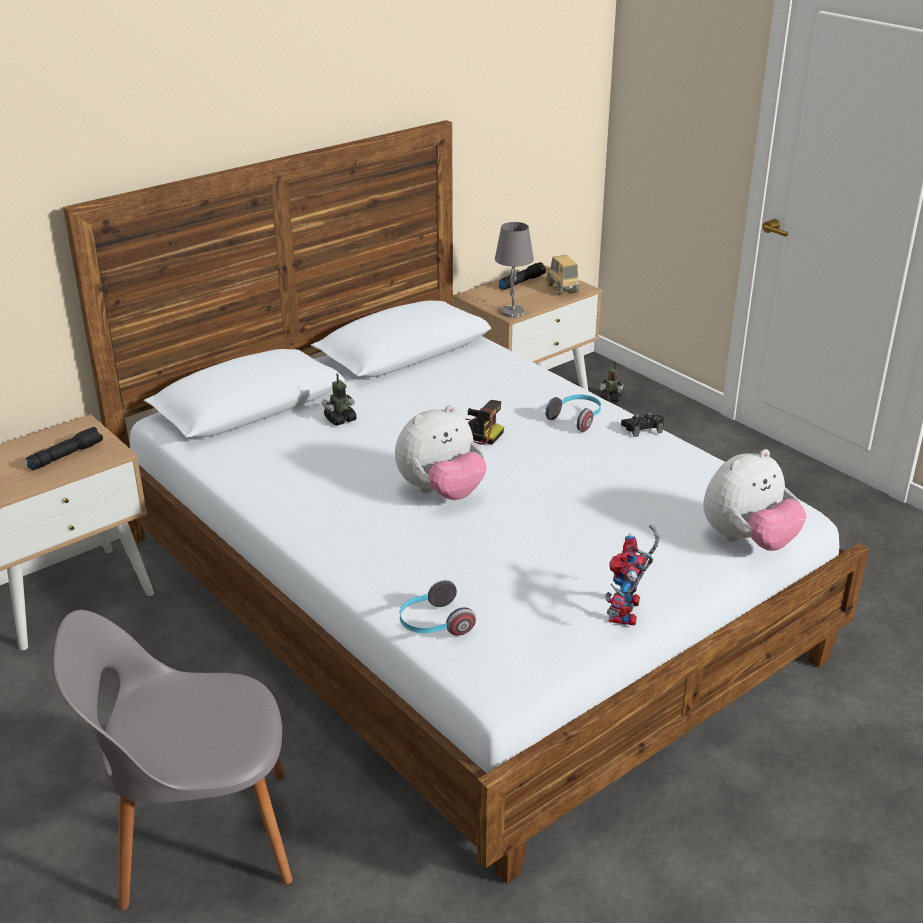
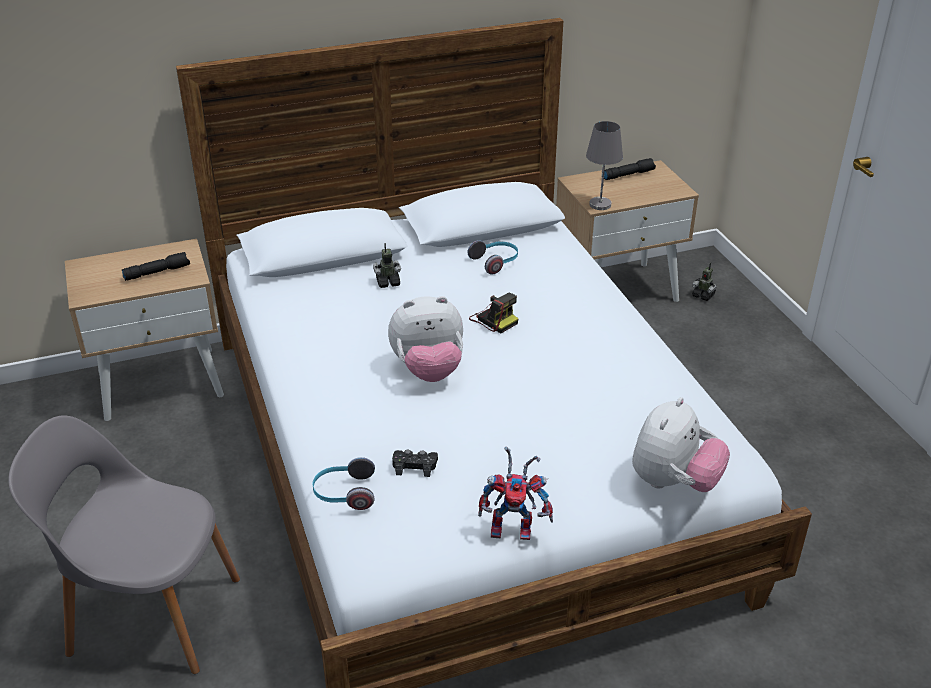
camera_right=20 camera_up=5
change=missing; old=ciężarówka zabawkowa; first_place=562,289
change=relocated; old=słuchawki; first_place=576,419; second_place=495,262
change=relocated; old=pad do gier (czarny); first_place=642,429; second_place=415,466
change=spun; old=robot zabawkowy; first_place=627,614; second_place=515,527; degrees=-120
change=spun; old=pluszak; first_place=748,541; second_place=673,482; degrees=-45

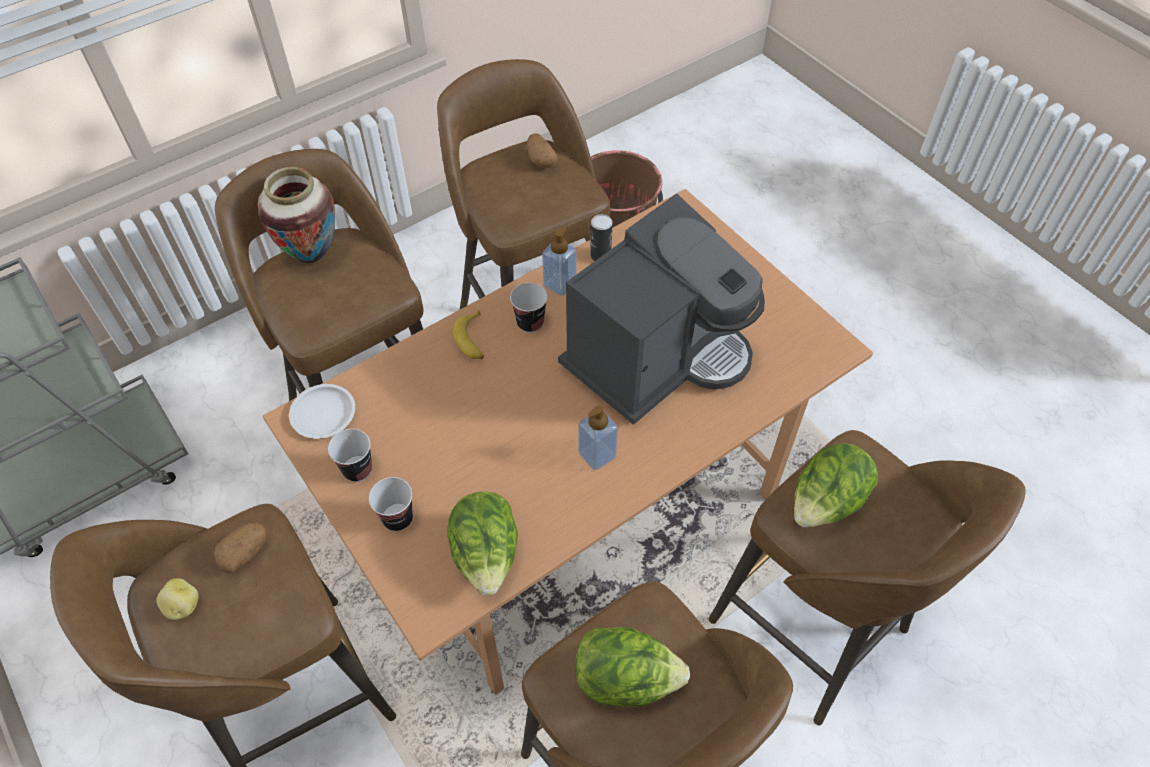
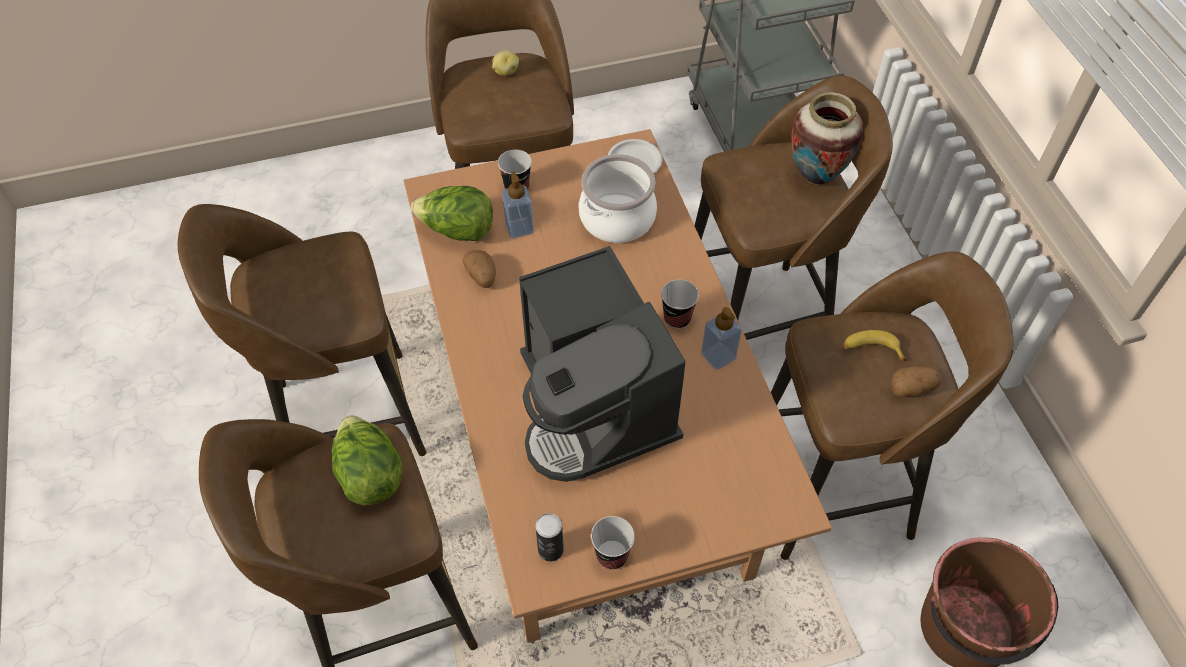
camera_right=110 camera_up=0
change=missing; old=sałata; first_place=625,679
change=appeared; new=garnek; second_place=617,219
change=relocated; old=ziemniak; first_place=245,553; second_place=482,277
change=relocated; old=filiżanka; first_place=357,469; second_place=612,555
change=relocated; old=banan; first_place=473,340; second_place=871,349
change=relocated; old=dozownik mydła; first_place=597,455; second_place=519,228
change=relocated; old=puszka; first_place=600,255; second_place=550,549

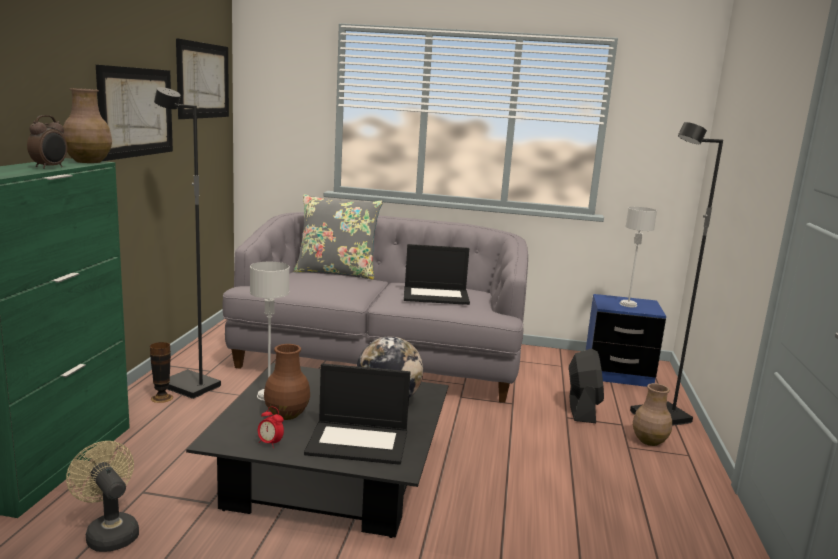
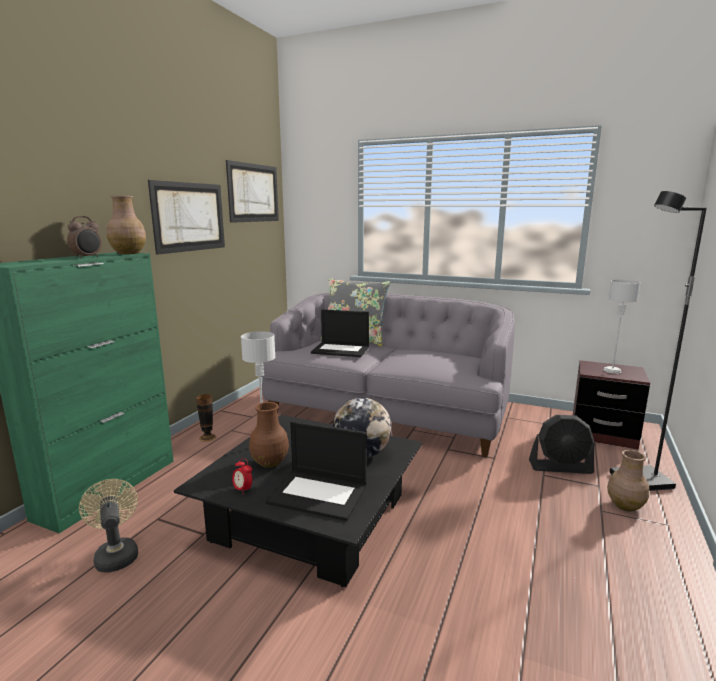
camera_right=15 camera_up=0
change=missing; old=lampa stojąca (czarny); first_place=188,387
change=relocated; old=laptop; first_place=436,295; second_place=341,350
change=colour; old=szafka nocna (niebieski); new=szafka nocna (brązowy); first_place=617,374; second_place=603,434
change=spun; old=wentylator (czarny); first_place=582,409; second_place=560,467; degrees=75

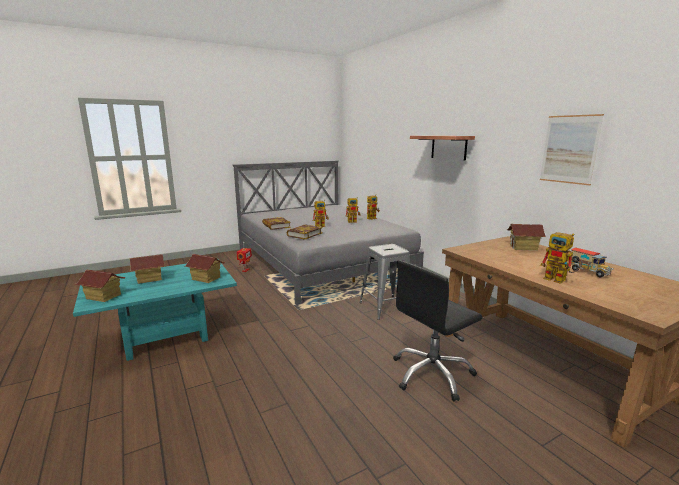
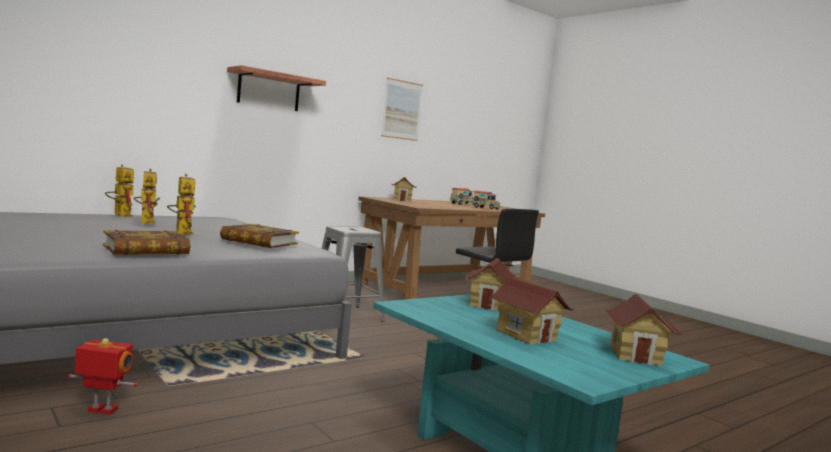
camera_right=-100 camera_up=-10
change=exchanged; old=robot zabawkowy; new=ciężarówka zabawkowa; first_place=559,280; second_place=485,208

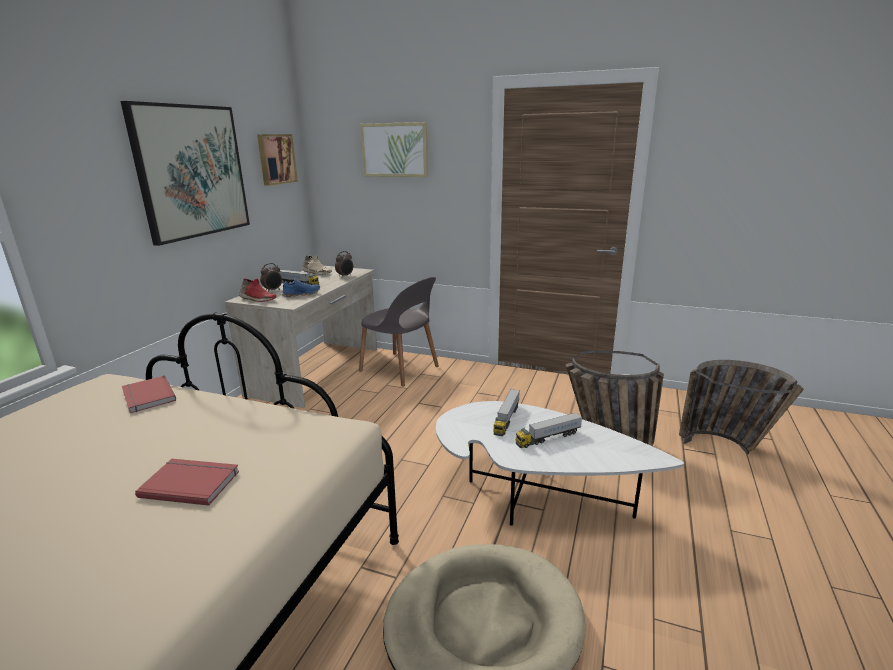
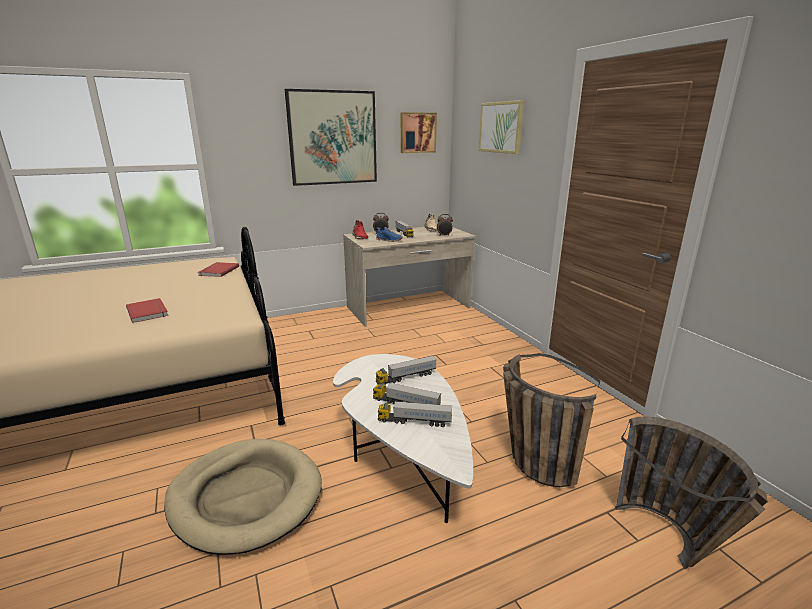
camera_right=45 camera_up=0
change=missing; old=krzesło (szary); first_place=400,369
change=appeared; new=ciężarówka zabawkowa; second_place=414,421

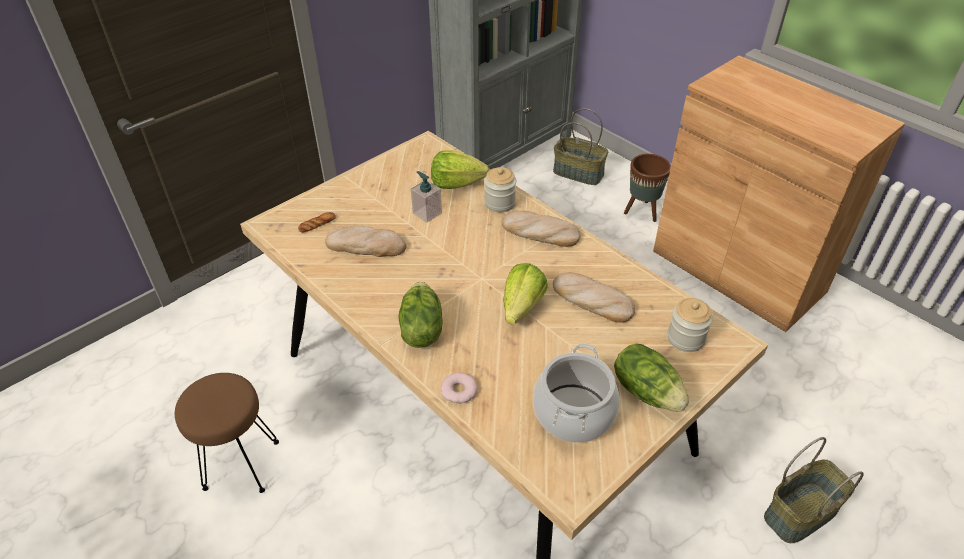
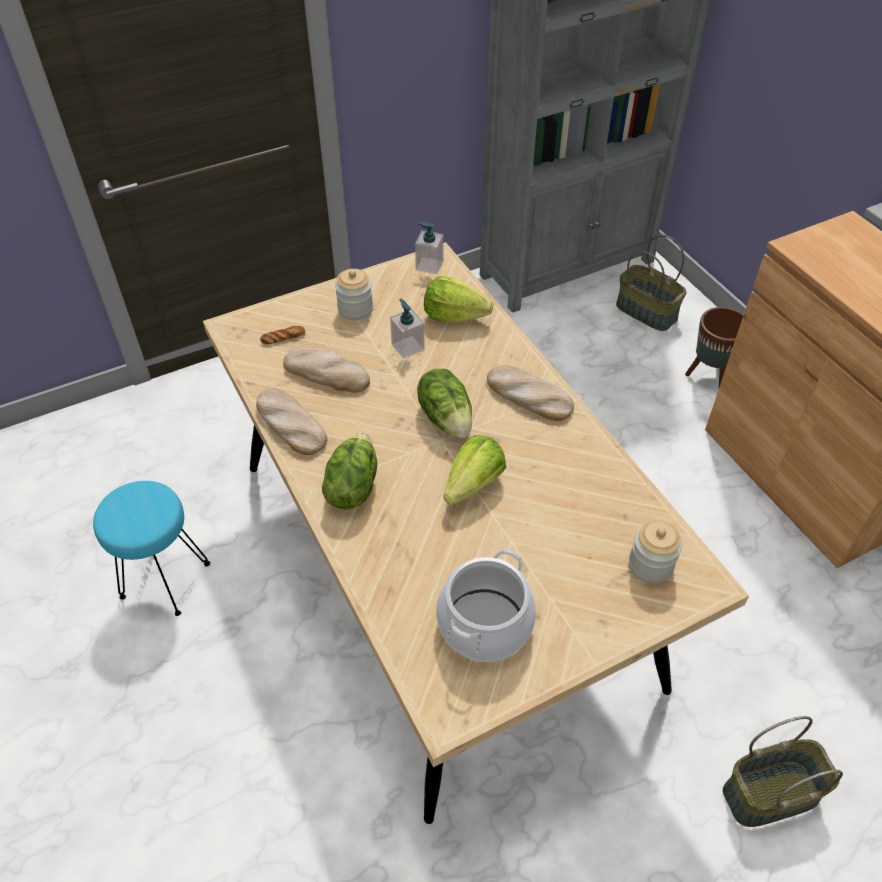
camera_right=15 camera_up=5
change=missing; old=donut; first_place=459,391
change=appeared; new=dozownik mydła; second_place=429,265
change=relocated; old=słoik; first_place=500,203; second_place=355,309
change=relocated; old=chleb; first_place=591,300; second_place=290,424
change=relocated; old=sałata; first_place=647,391; second_place=446,417
change=colour; old=stołek (brązowy); new=stołek (turkusowy); first_place=240,464; second_place=164,579

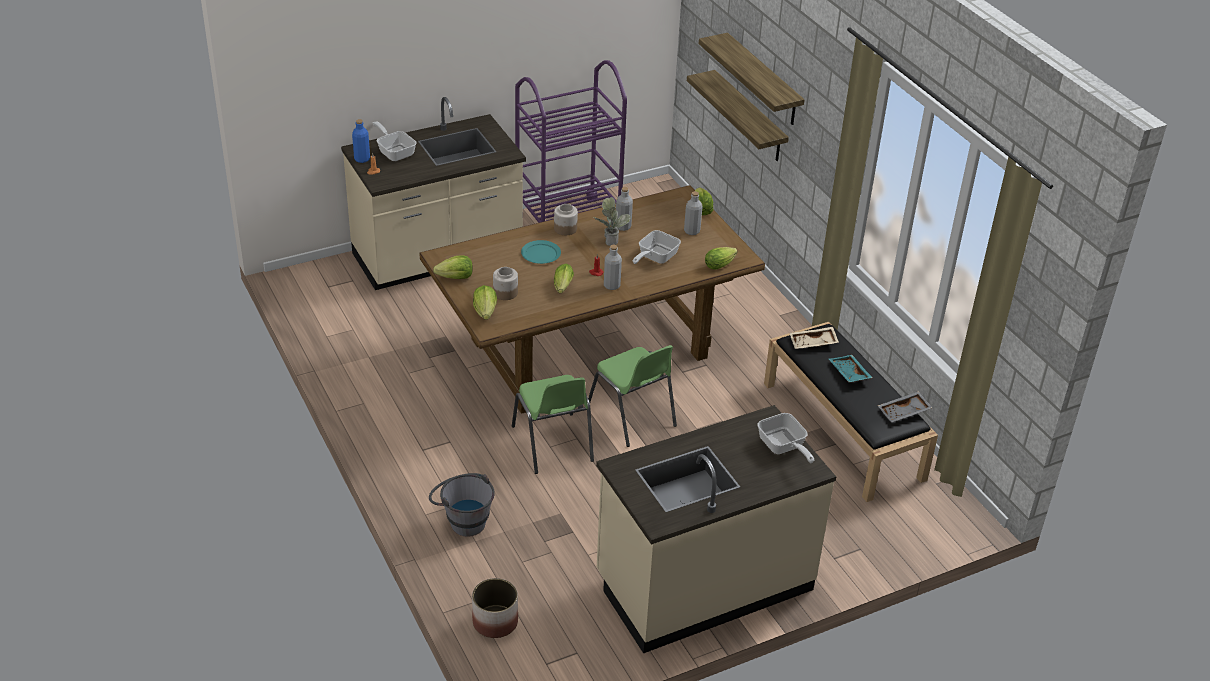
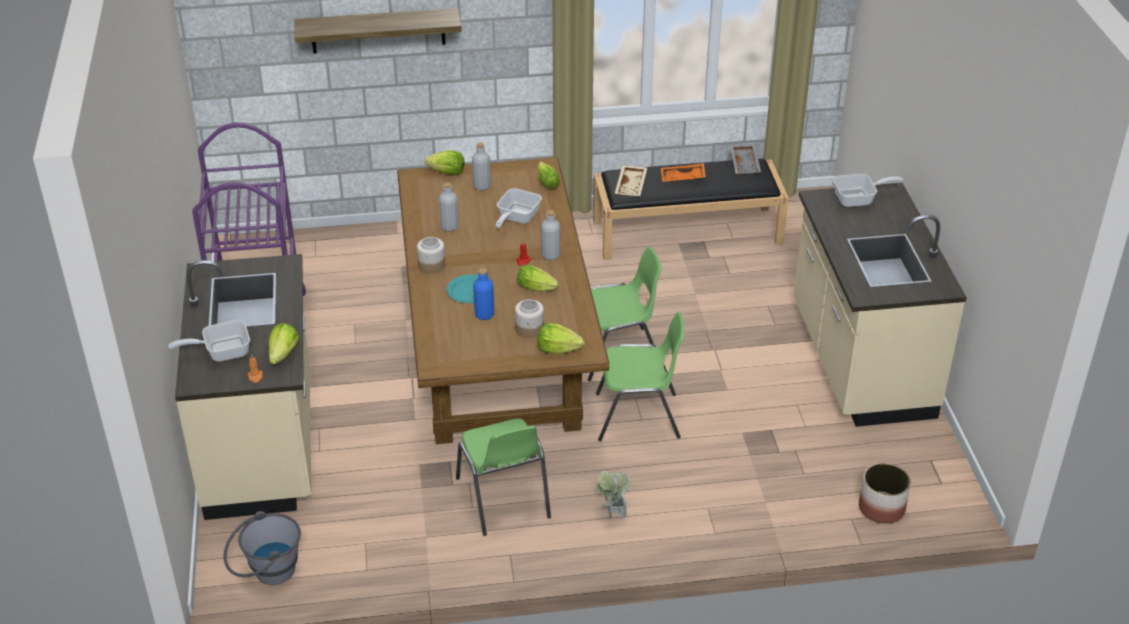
camera_right=-70 camera_up=0
change=missing; old=półka; first_place=749,117
change=appeared; new=krzesło (zielony); second_place=503,499
change=relocated; old=butelka (niebieski); first_place=362,159; second_place=484,314
change=relocated; old=wiadro (szary); first_place=462,520; second_place=266,573
change=relocated; old=sałata; first_place=455,277; second_place=283,354
change=relocated; old=roślina doniczkowa; first_place=610,239; second_place=613,513
change=colour; old=taca (turkusowy); new=taca (pomarańczowy); first_place=848,373; second_place=682,178
change=spun; old=patelnia; first_place=655,258; second_place=516,218; degrees=60

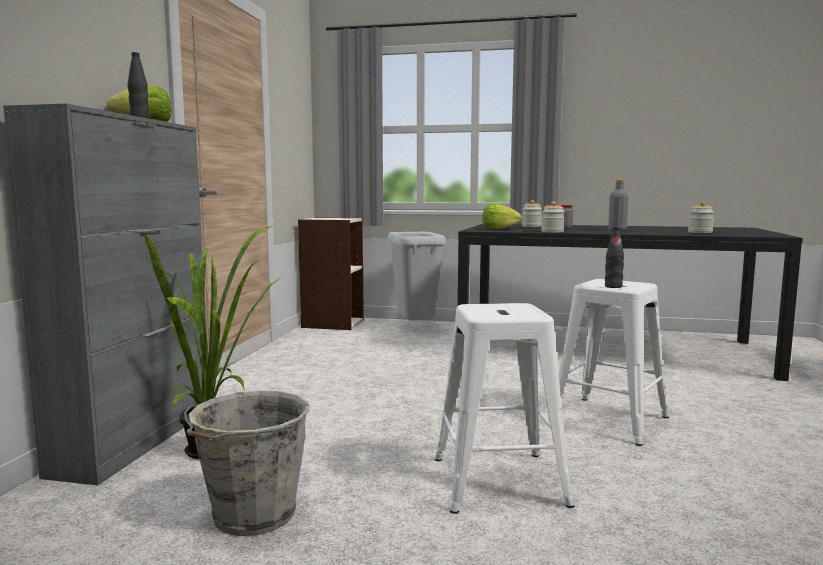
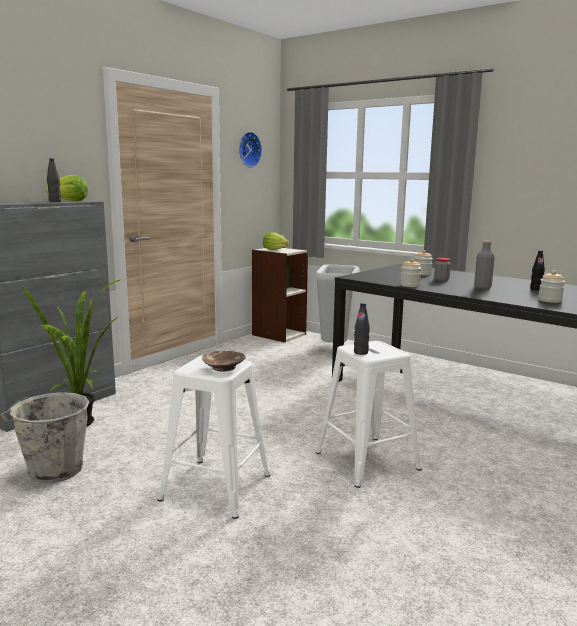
camera_right=25 camera_up=5
change=appeared; new=miska (brązowy); second_place=224,367
change=appeared; new=zegar ścienny; second_place=248,149
change=appeared; new=butelka (czarny); second_place=536,289
change=relocated; old=sałata; first_place=499,229; second_place=275,249

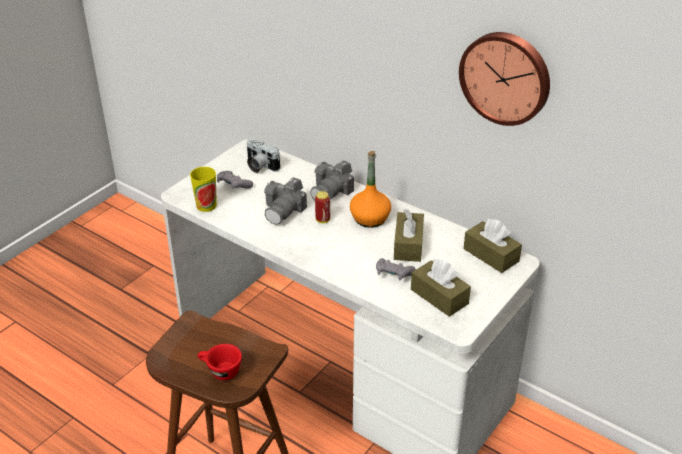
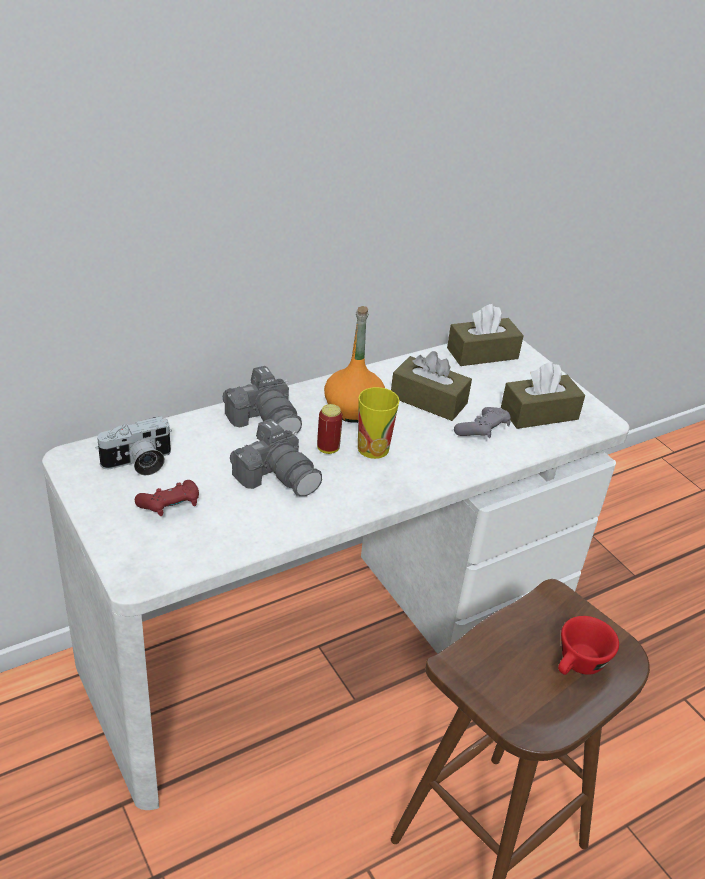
camera_right=-70 camera_up=0
change=missing; old=zegar ścienny; first_place=506,77
change=relocated; old=filiżanka; first_place=206,205; second_place=373,448
change=colour; old=pad do gier (szary); new=pad do gier (czerwony); first_place=233,186; second_place=170,507

